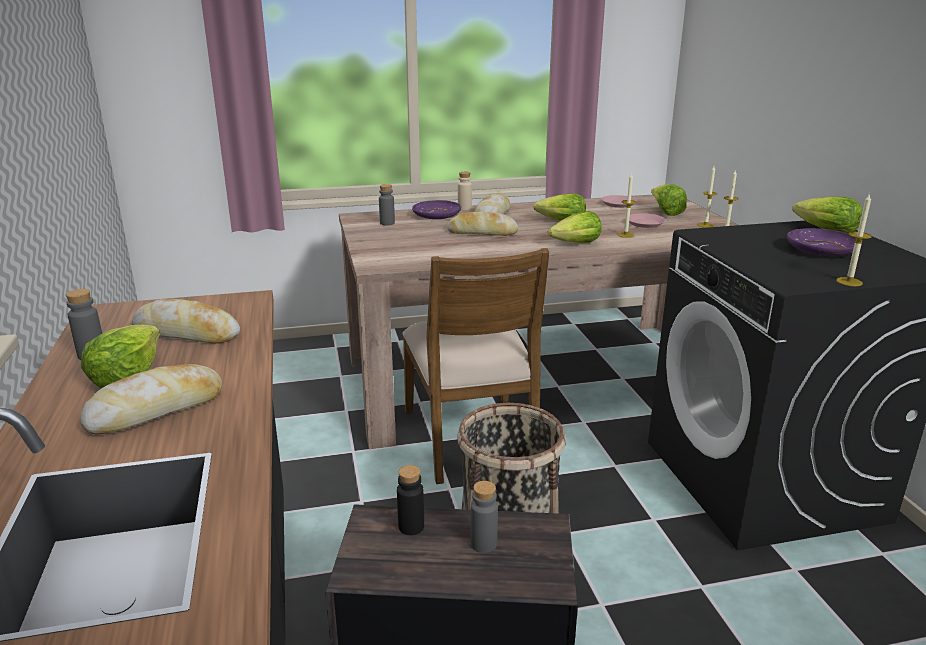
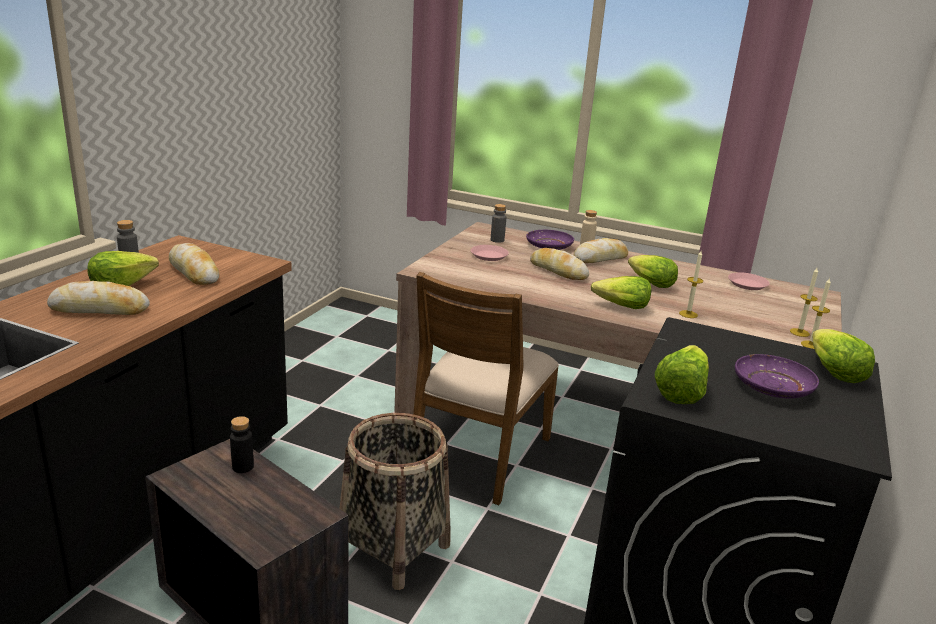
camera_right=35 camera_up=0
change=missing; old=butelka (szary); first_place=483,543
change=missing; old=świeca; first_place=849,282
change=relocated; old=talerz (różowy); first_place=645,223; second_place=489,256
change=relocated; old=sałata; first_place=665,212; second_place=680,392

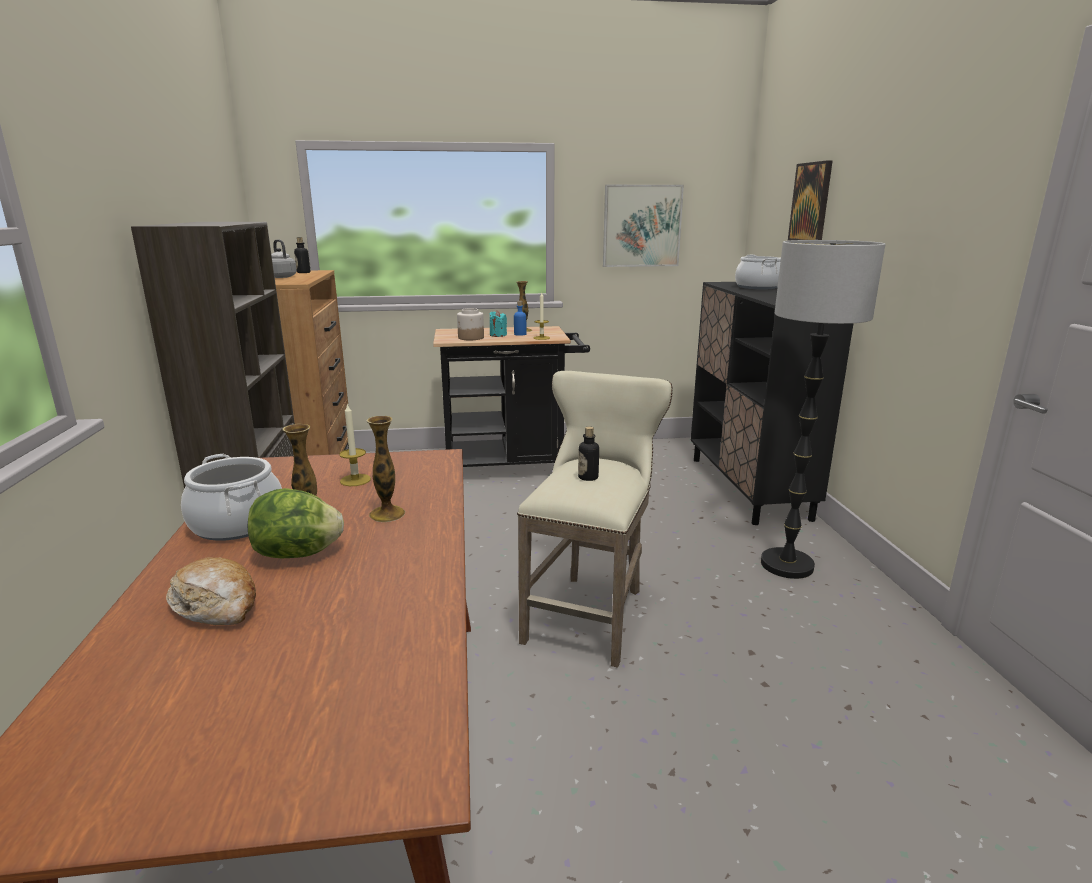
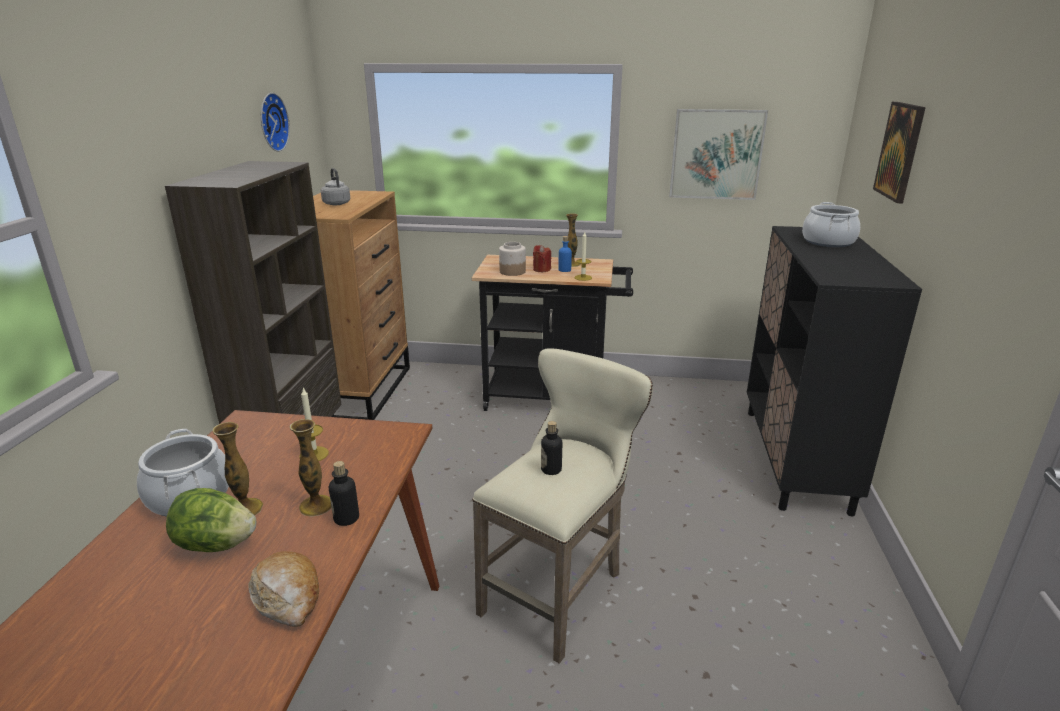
camera_right=15 camera_up=5
change=missing; old=lampa stojąca; first_place=787,565
change=appeared; new=zegar ścienny; second_place=271,122
change=relocated; old=chleb; first_place=217,605; second_place=288,597
change=relocated; old=butelka; first_place=303,272; second_place=346,518
change=colour; old=świeca (turkusowy); new=świeca (czerwony); first_place=498,335; second_place=541,269

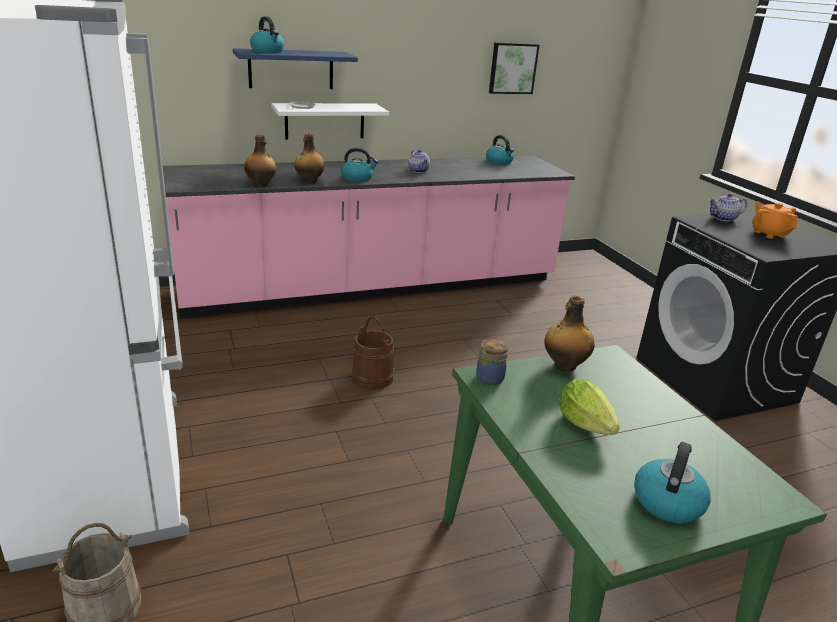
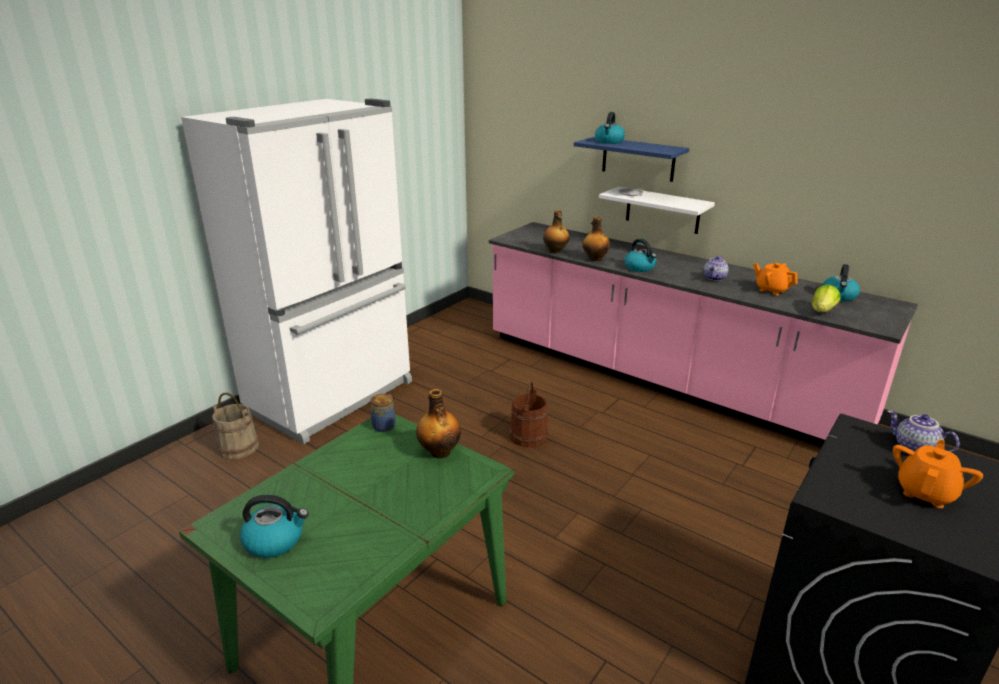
camera_right=60 camera_up=0
change=missing; old=obraz; first_place=512,68
change=appeared; new=imbryk (pomarańczowy); second_place=771,290
change=relocated; old=sałata; first_place=584,424; second_place=822,311

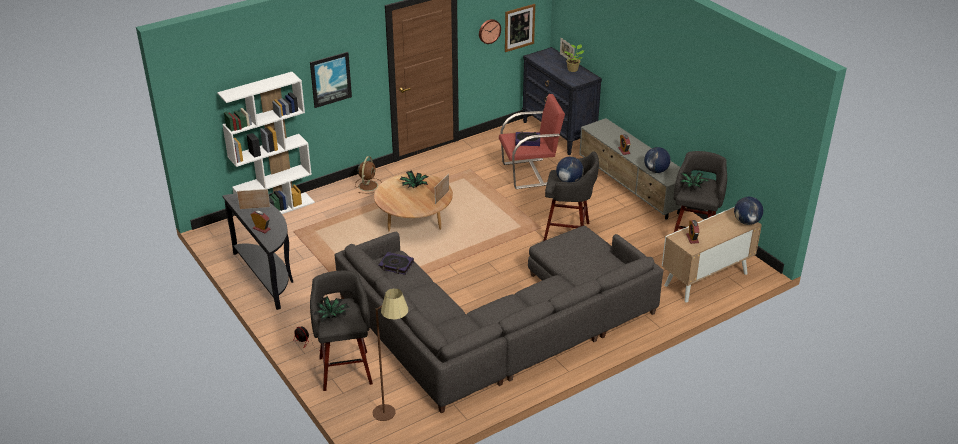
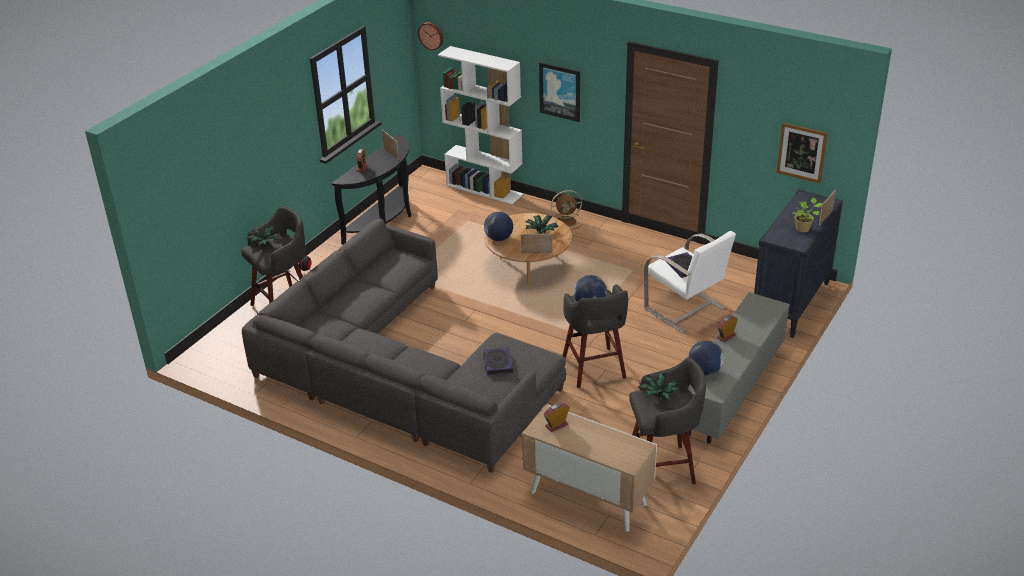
camera_right=65 camera_up=0
change=missing; old=lampa stojąca (brązowy); first_place=393,415
change=relocated; old=książka; first_place=396,265; second_place=497,363
change=relocated; old=zegar ścienny; first_place=489,31; second_place=431,35
change=relocated; old=globus; first_place=746,222; second_place=499,238
change=colour; old=fotel (czerwony); new=fotel (biały); first_place=529,173; second_place=685,309

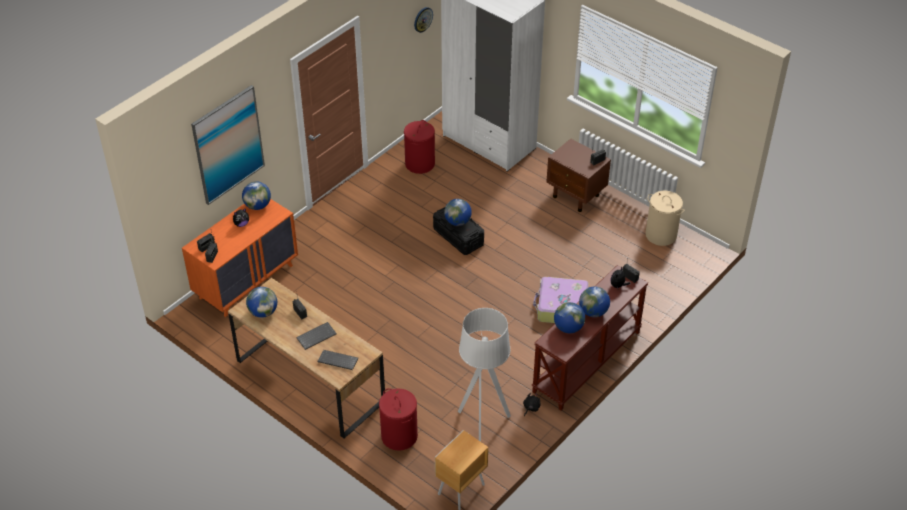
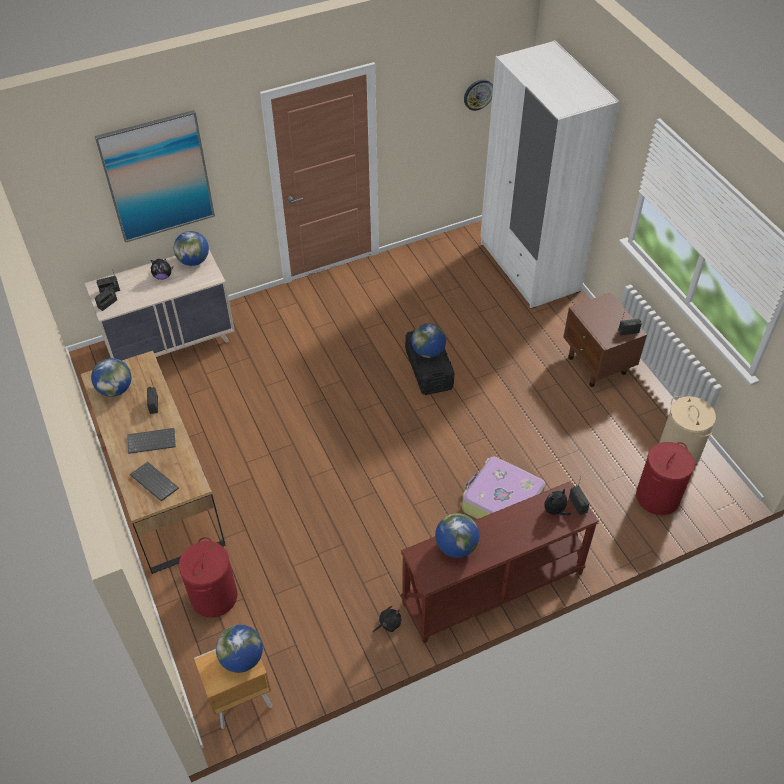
camera_right=25 camera_up=5
change=missing; old=lampa stojąca (szary); first_place=482,425
change=relocated; old=kosz na pranie (czerwony); first_place=420,164; second_place=657,497
change=relocated; old=globus; first_place=593,312; second_place=242,658
change=colour; old=komoda (pomarańczowy); new=komoda (beżowy); first_place=246,281; second_place=171,343

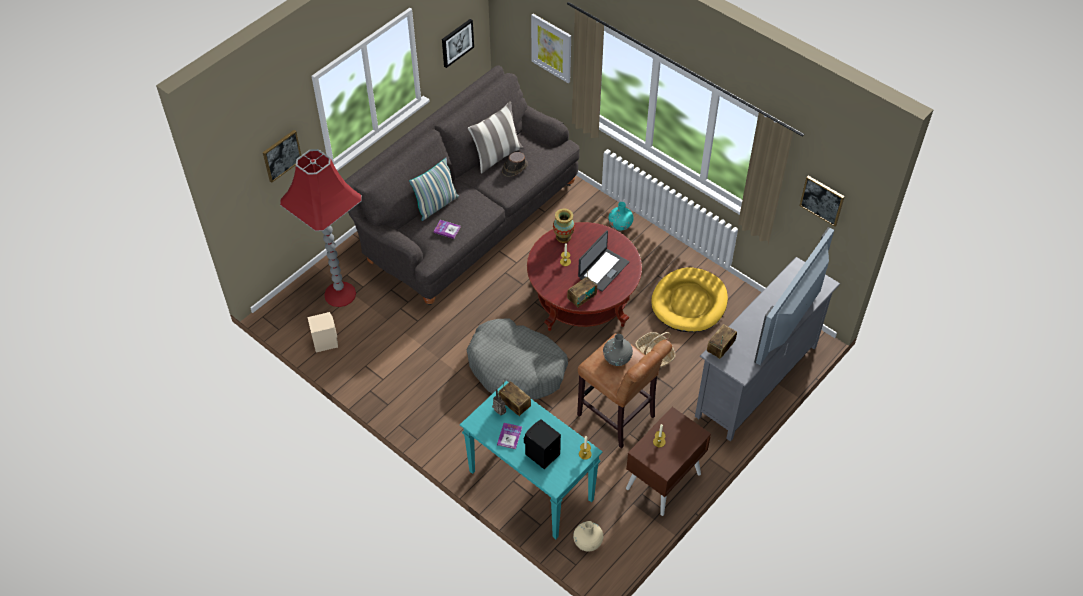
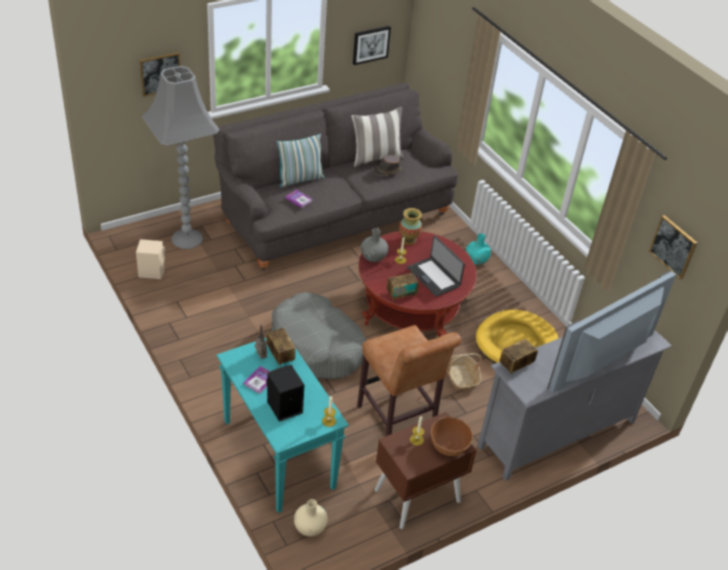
camera_right=15 camera_up=-10
change=missing; old=obraz; first_place=551,48
change=appeared; new=miska (brązowy); second_place=449,446
change=relocated; old=wazon (szary); first_place=617,358; second_place=373,257
change=colour; old=lampa stojąca (czerwony); new=lampa stojąca (szary); first_place=340,293; second_place=187,238
change=spun; old=laptop; first_place=603,270; second_place=434,277; degrees=90

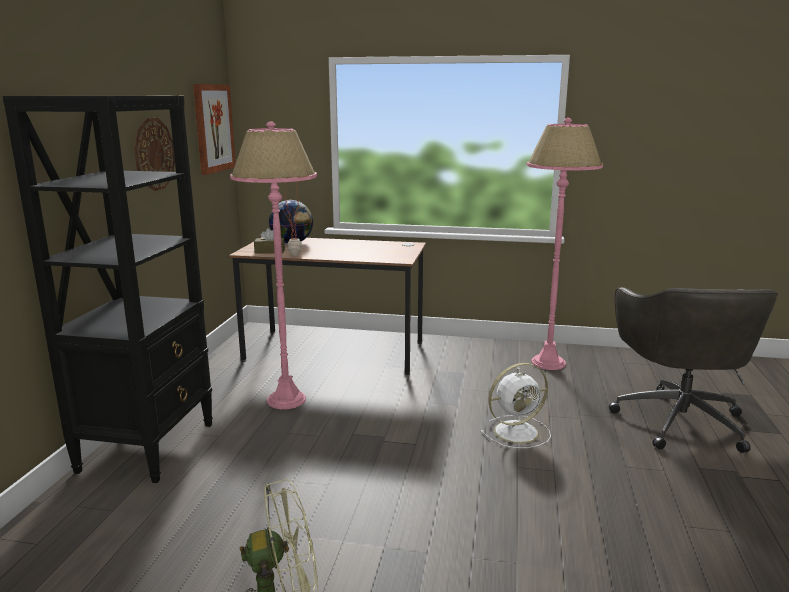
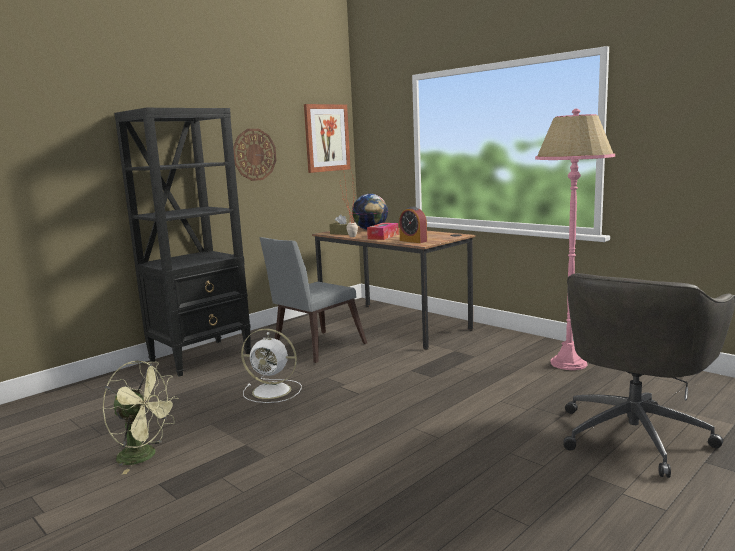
camera_right=35 camera_up=-5
change=appeared; new=pudełko chusteczek; second_place=383,236
change=appeared; new=budzik; second_place=413,241
change=relocated; old=wentylator (biały); first_place=518,431; second_place=273,391
change=exchanged; old=lampa stojąca (różowy); new=krzesło (szary); first_place=286,400; second_place=314,348

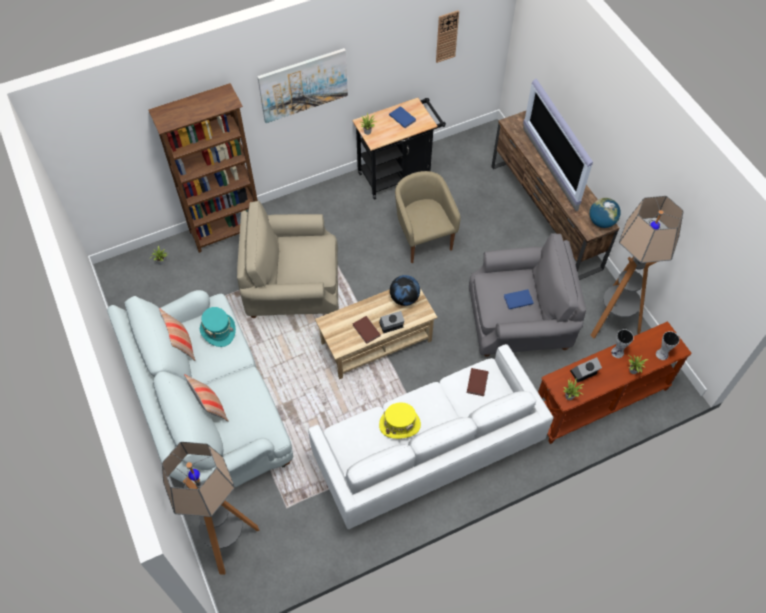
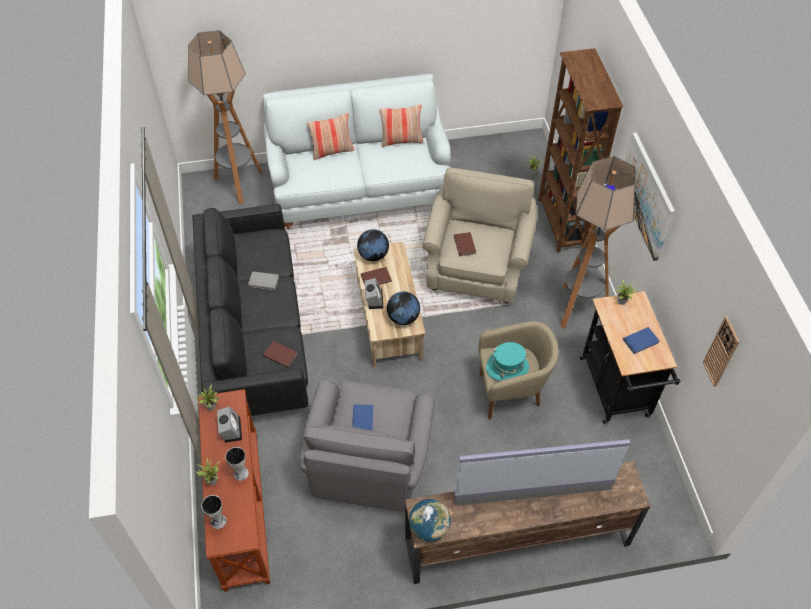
camera_right=105 camera_up=-5
change=appeared; new=globus; second_place=373,255
change=appeared; new=książka (brązowy); second_place=465,244
change=relocated; old=kapelusz (turkusowy); first_place=218,330; second_place=507,367
change=relocated; old=lampa stojąca; first_place=612,322; second_place=578,308
change=exchanged; old=kapelusz (żółty); new=książka (szary); first_place=399,424; second_place=264,282
change=colour; old=kanapa (biały); new=kanapa (czarny); first_place=426,450; second_place=255,333

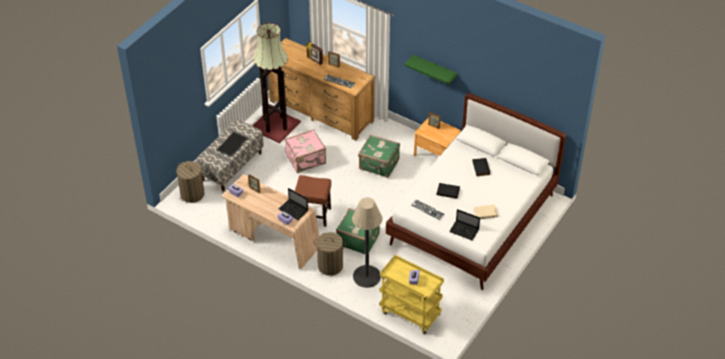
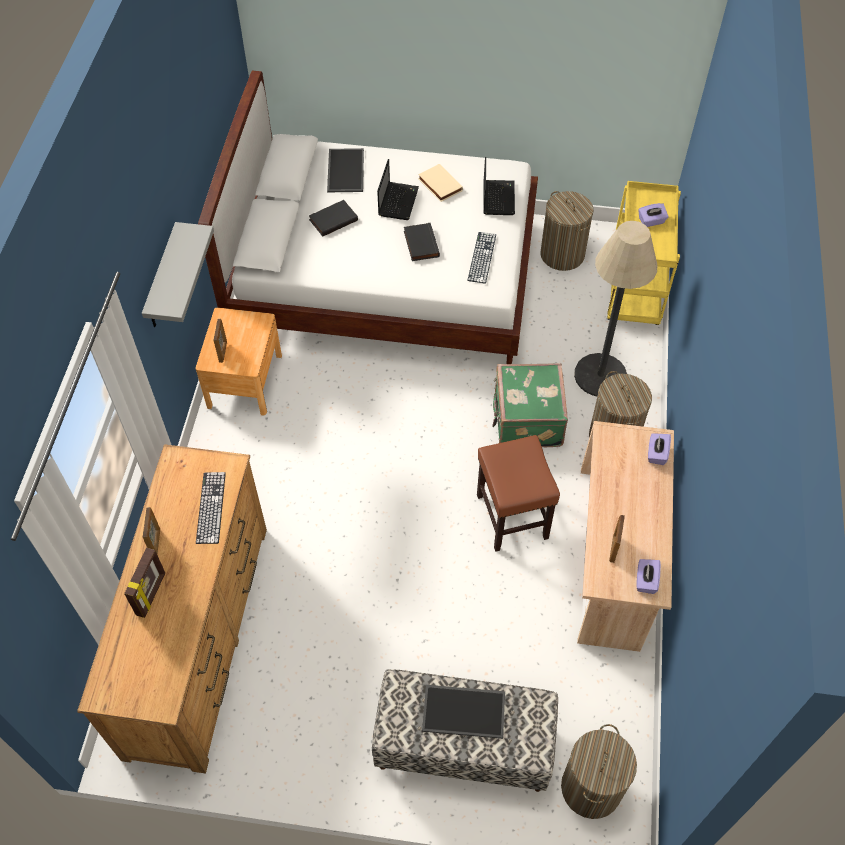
camera_right=-115 camera_up=10
change=missing; old=lampa stojąca; first_place=275,125
change=missing; old=walizka (różowy); first_place=306,160
change=missing; old=walizka (zielony); first_place=379,165
change=appeared; new=taca; second_place=344,170
change=appeared; new=kosz na pranie; second_place=562,254
change=relocated; old=laptop; first_place=294,210; second_place=398,201
change=colour; old=półka (zielony); new=półka (szary); first_place=434,70; second_place=162,279

